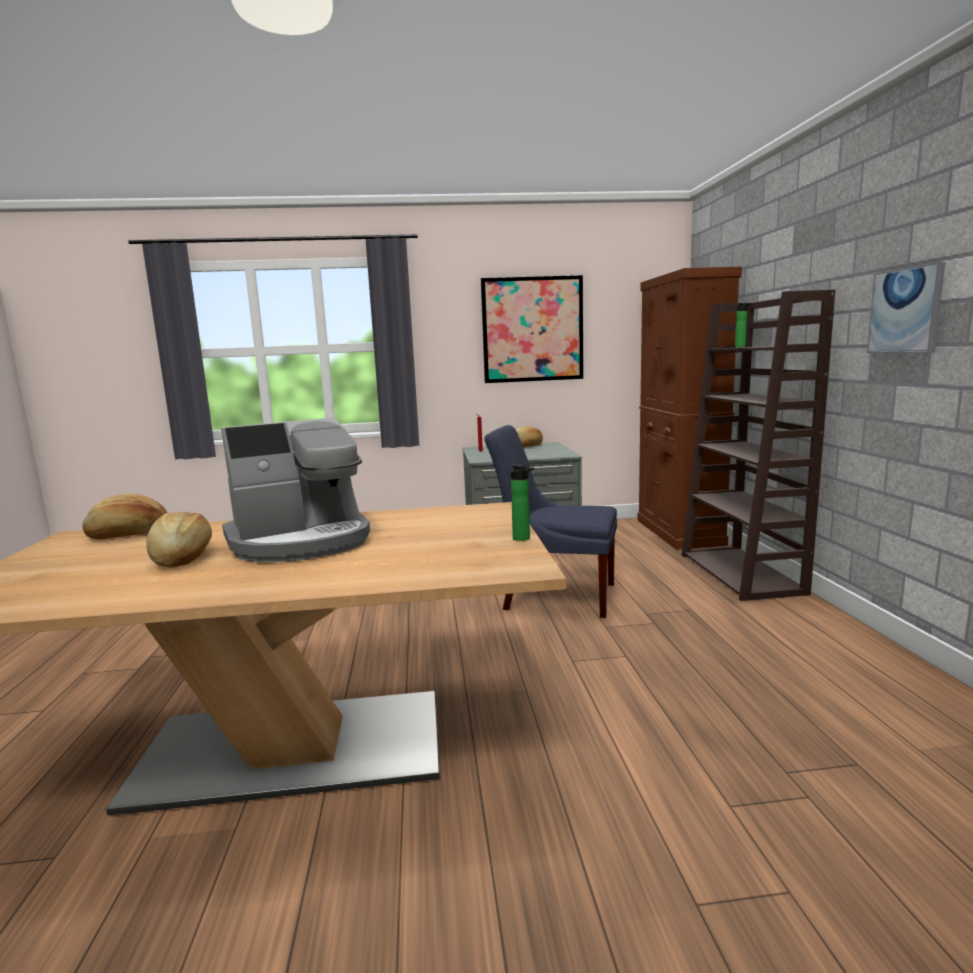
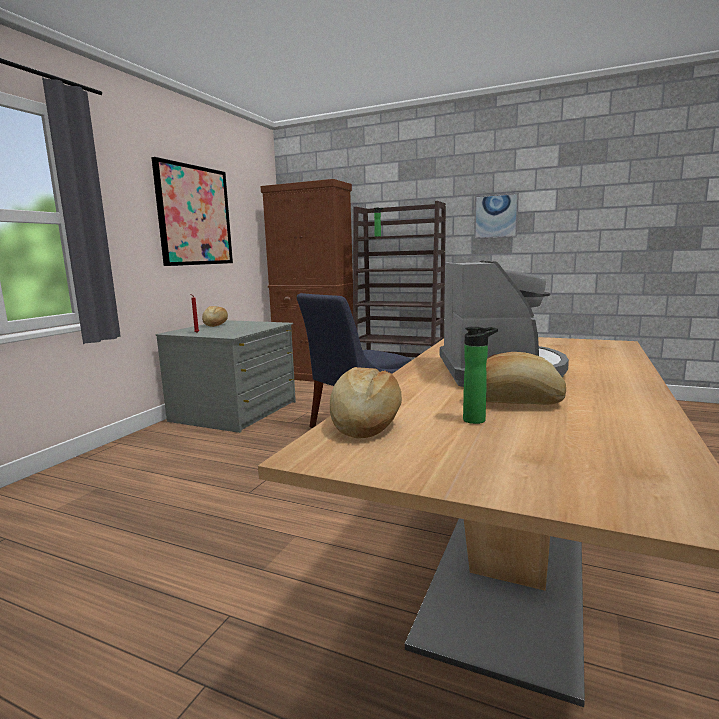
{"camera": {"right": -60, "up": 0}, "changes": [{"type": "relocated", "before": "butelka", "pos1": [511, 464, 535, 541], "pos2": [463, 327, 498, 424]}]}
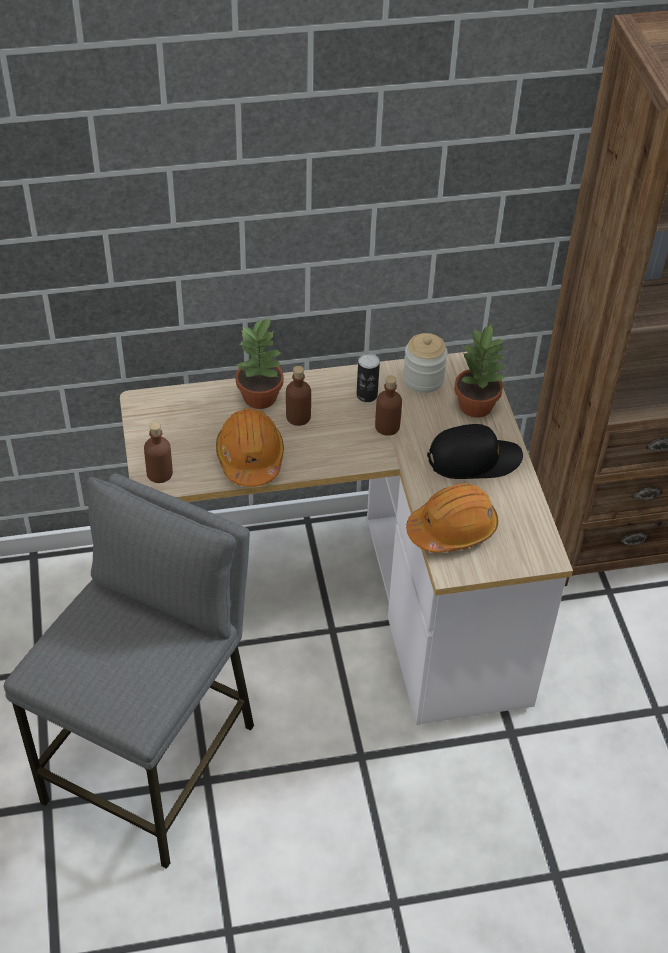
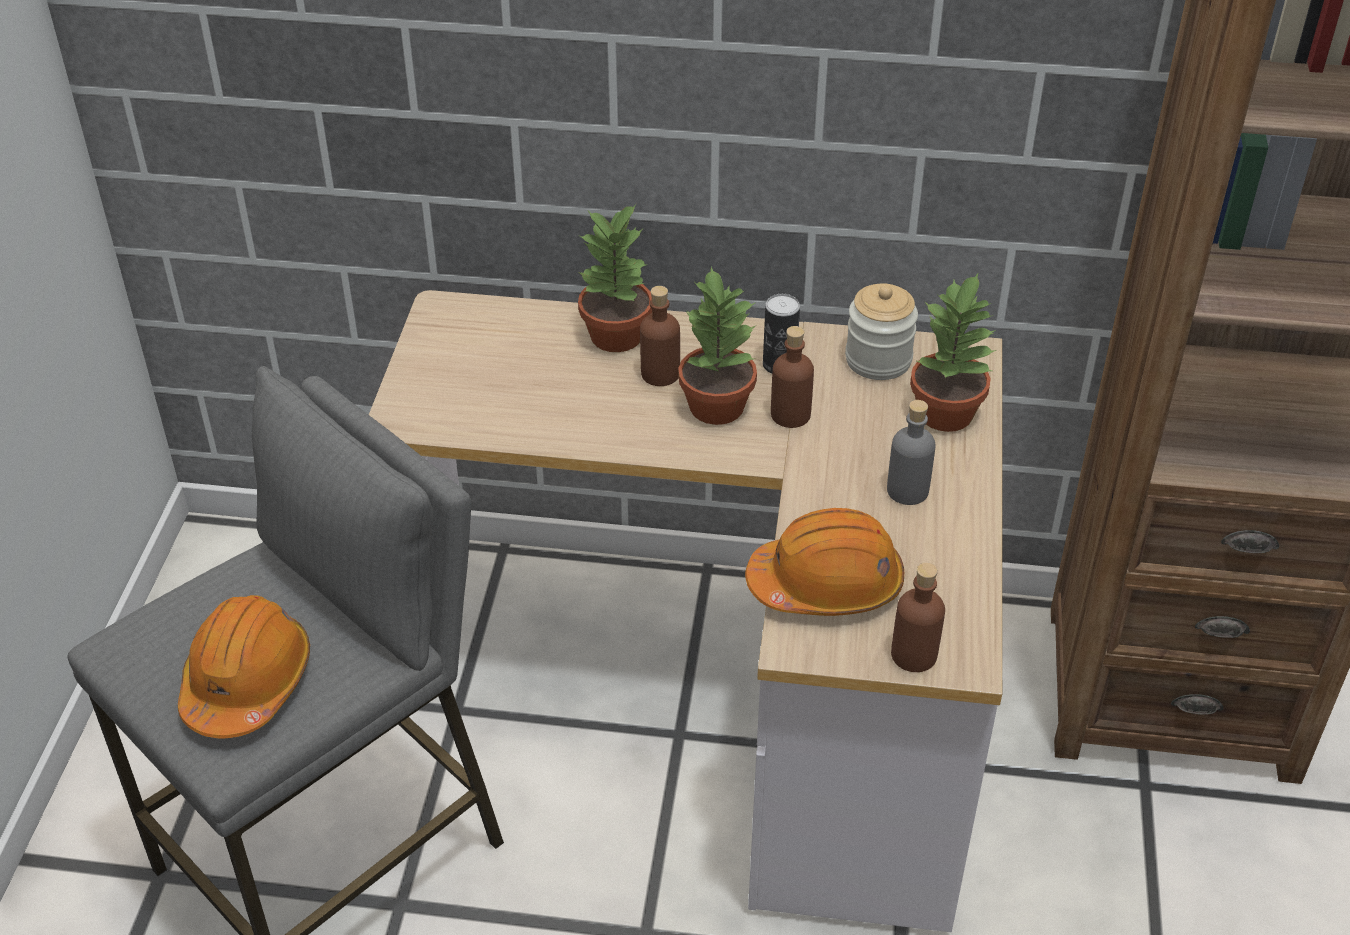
{"camera": {"right": 20, "up": -5}, "changes": [{"type": "relocated", "before": "kask/pomarańczowy", "pos1": [216, 408, 284, 487], "pos2": [178, 595, 310, 739]}, {"type": "relocated", "before": "butelka/brązowy", "pos1": [144, 422, 173, 483], "pos2": [891, 563, 945, 672]}, {"type": "exchanged", "before": "czapka z daszkiem/czarny", "after": "butelka/szary", "pos1": [427, 424, 523, 479], "pos2": [887, 400, 936, 505]}, {"type": "appeared", "after": "roślina doniczkowa", "pos2": [678, 267, 757, 425]}]}
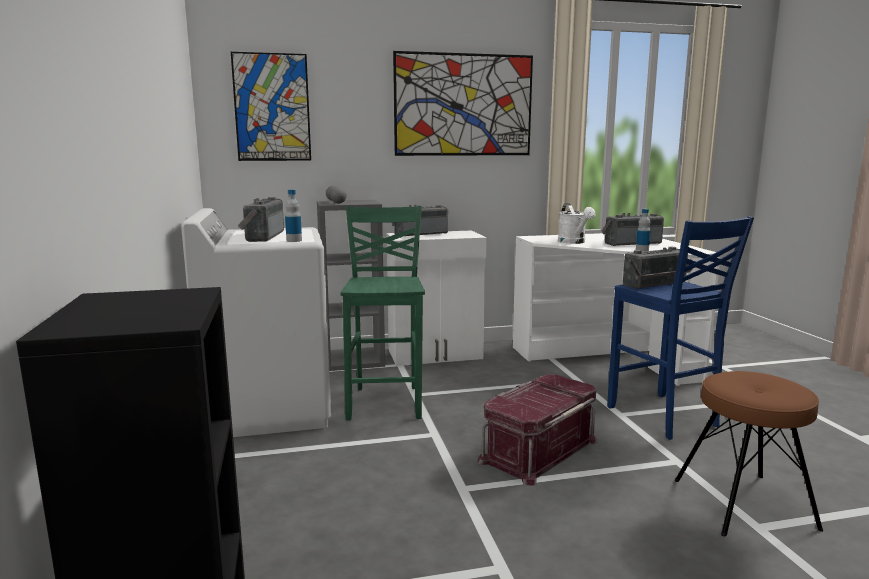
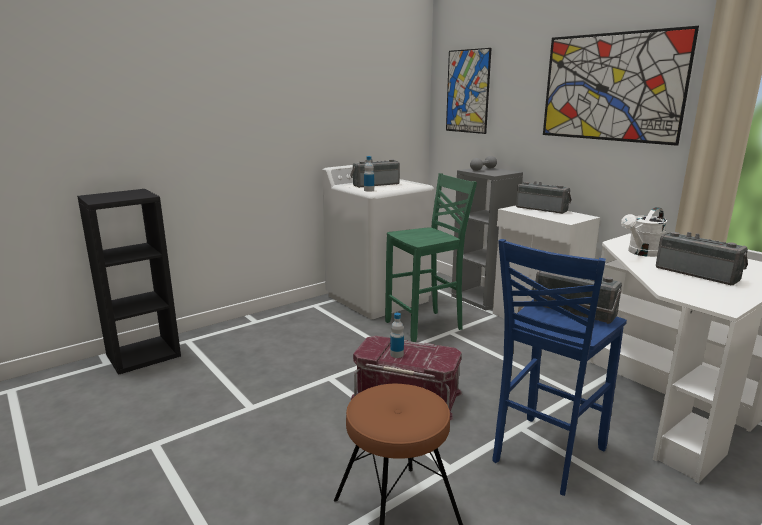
{"camera": {"right": 65, "up": 5}, "changes": [{"type": "relocated", "before": "butelka", "pos1": [636, 209, 651, 252], "pos2": [390, 313, 404, 358]}]}
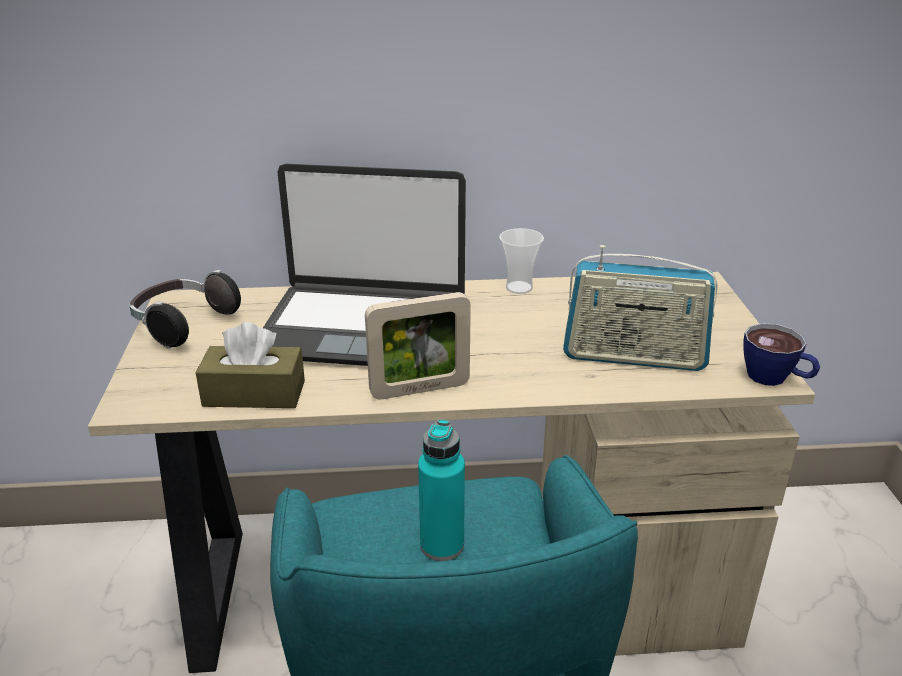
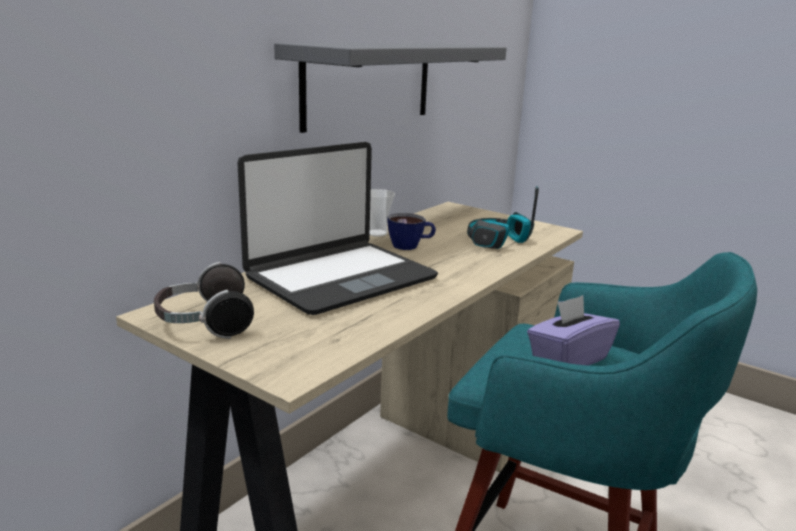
{"camera": {"right": -50, "up": -10}, "changes": [{"type": "exchanged", "before": "radio", "after": "słuchawki", "pos1": [563, 245, 718, 371], "pos2": [467, 186, 539, 249]}, {"type": "missing", "before": "ramka na zdjęcie", "pos1": [365, 292, 471, 400]}, {"type": "missing", "before": "pudełko chusteczek/brązowy", "pos1": [196, 322, 305, 408]}, {"type": "relocated", "before": "filiżanka", "pos1": [743, 323, 820, 386], "pos2": [387, 213, 436, 250]}, {"type": "exchanged", "before": "butelka/turkusowy", "after": "pudełko chusteczek/fioletowy", "pos1": [418, 419, 465, 561], "pos2": [527, 295, 620, 365]}, {"type": "appeared", "after": "półka/szary", "pos2": [274, 43, 507, 133]}]}
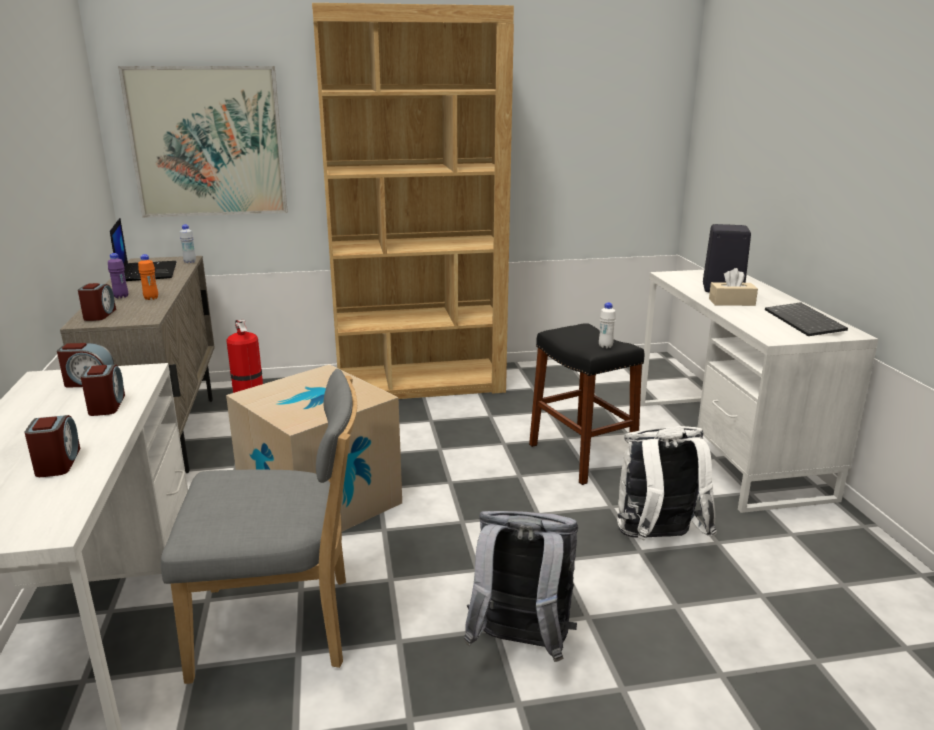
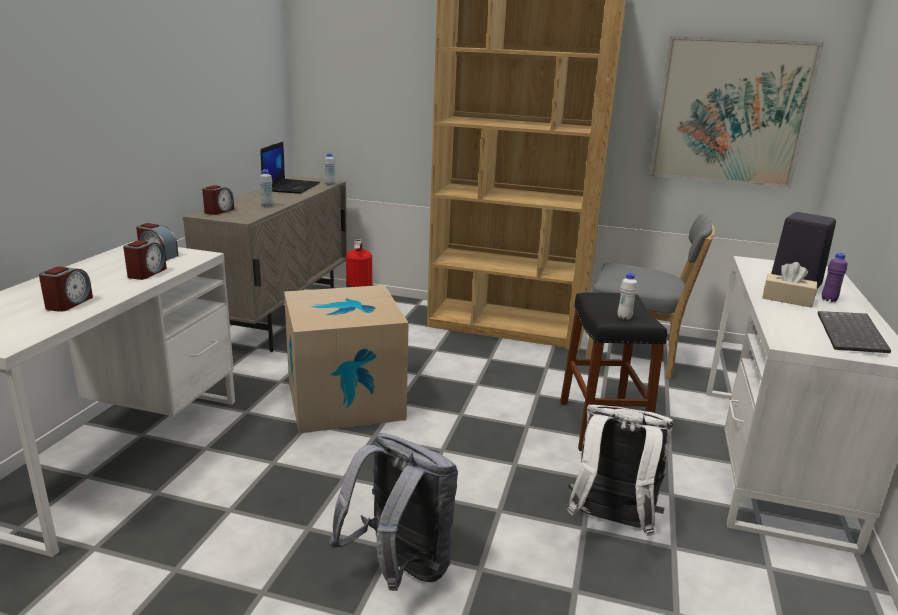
{"camera": {"right": 25, "up": 0}, "changes": [{"type": "relocated", "before": "obraz", "pos1": [118, 66, 288, 218], "pos2": [649, 36, 824, 188]}, {"type": "relocated", "before": "butelka/fioletowy", "pos1": [108, 253, 128, 298], "pos2": [822, 253, 848, 302]}, {"type": "colour", "before": "butelka/pomarańczowy", "after": "butelka/biały", "pos1": [138, 254, 158, 300], "pos2": [260, 169, 273, 207]}, {"type": "relocated", "before": "krzesło/szary", "pos1": [161, 369, 357, 684], "pos2": [585, 214, 715, 379]}]}
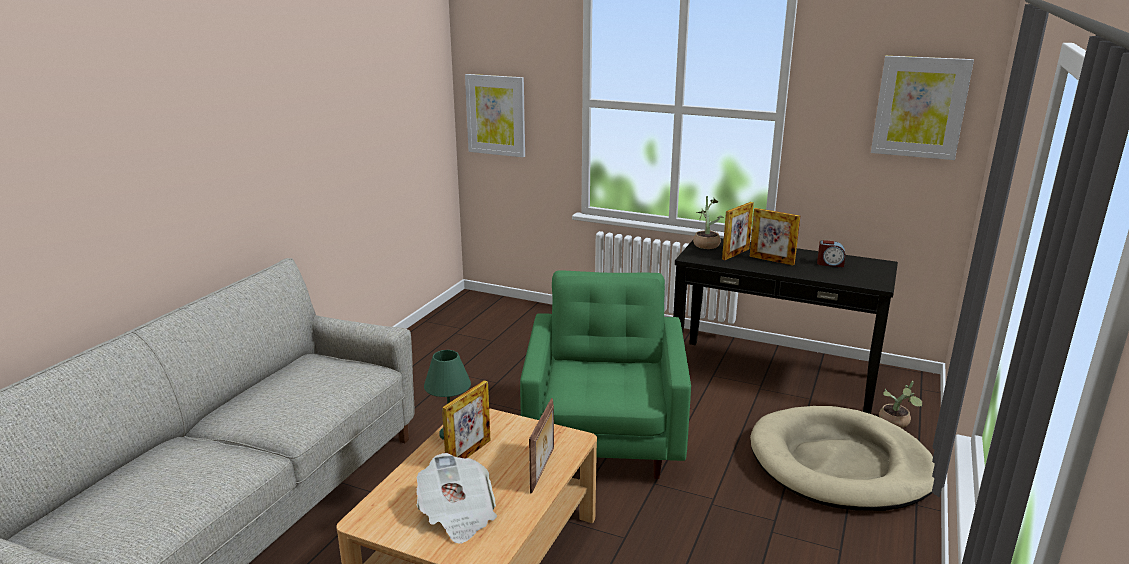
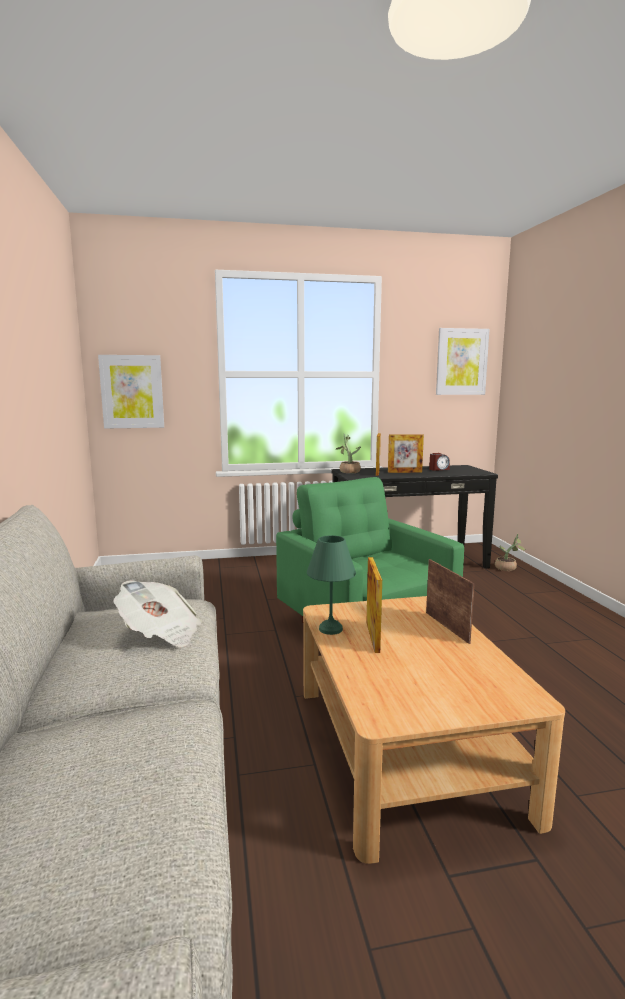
{"camera": {"right": -35, "up": -10}, "changes": [{"type": "missing", "before": "legowisko/beżowy", "pos1": [750, 406, 935, 511]}, {"type": "relocated", "before": "gazeta", "pos1": [416, 453, 497, 544], "pos2": [114, 580, 202, 647]}]}
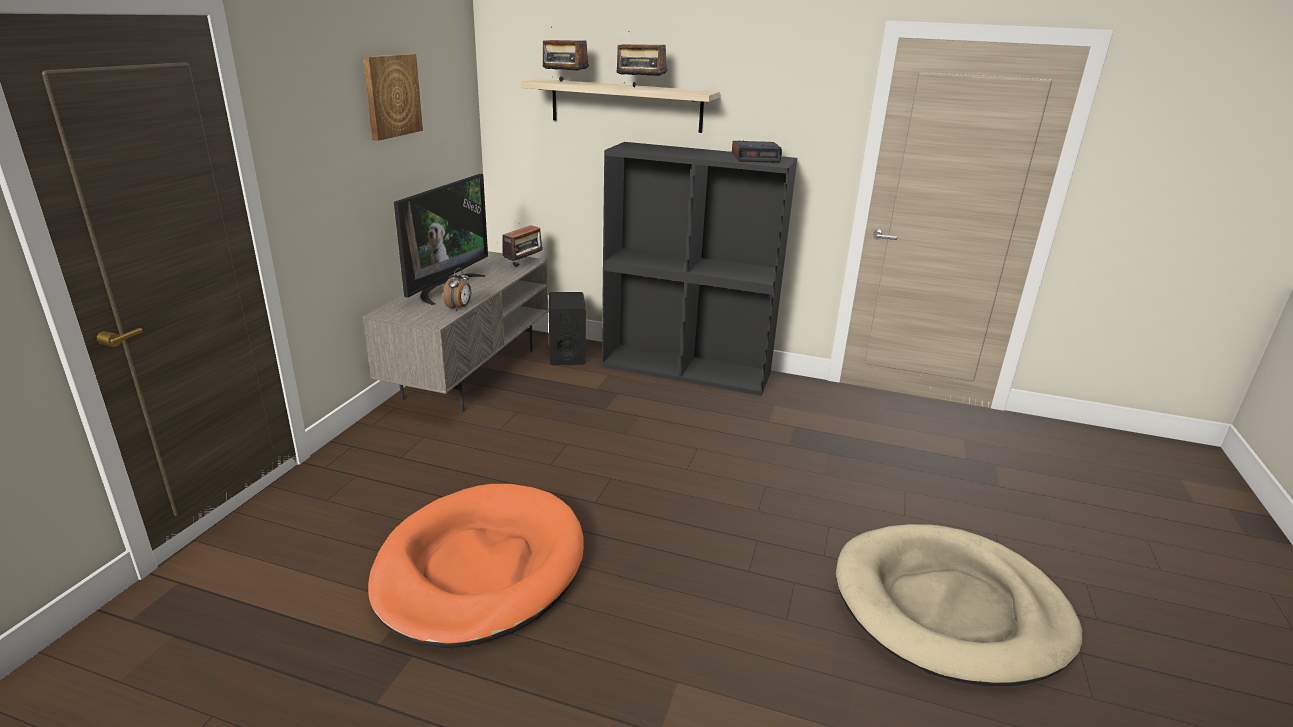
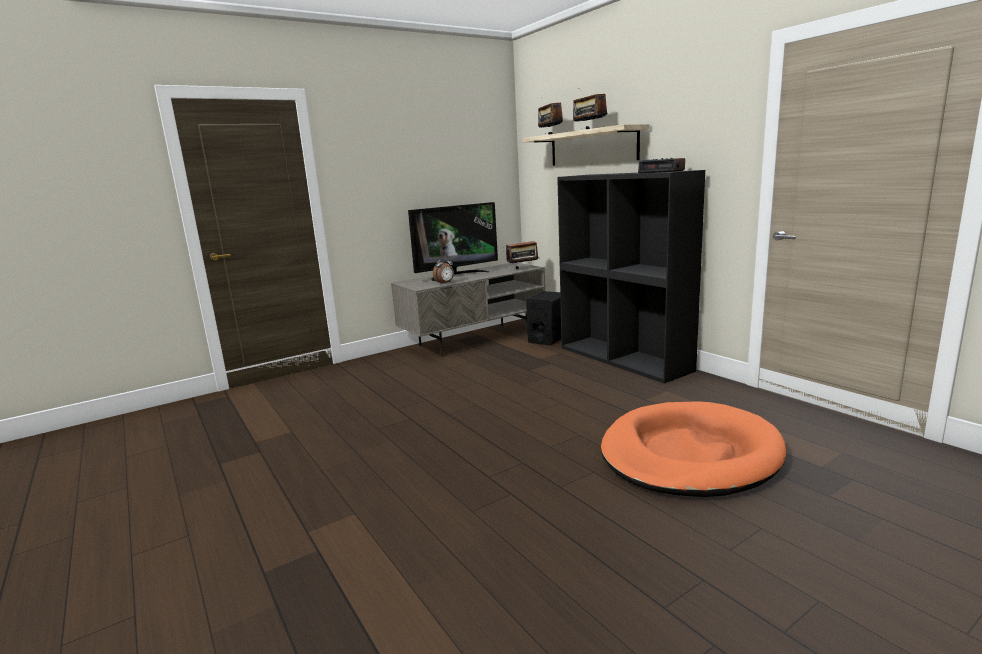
{"camera": {"right": 40, "up": -10}, "changes": [{"type": "missing", "before": "obraz", "pos1": [363, 53, 423, 141]}, {"type": "relocated", "before": "legowisko/pomarańczowy", "pos1": [368, 484, 584, 648], "pos2": [601, 402, 786, 497]}, {"type": "missing", "before": "legowisko/beżowy", "pos1": [836, 524, 1083, 686]}]}
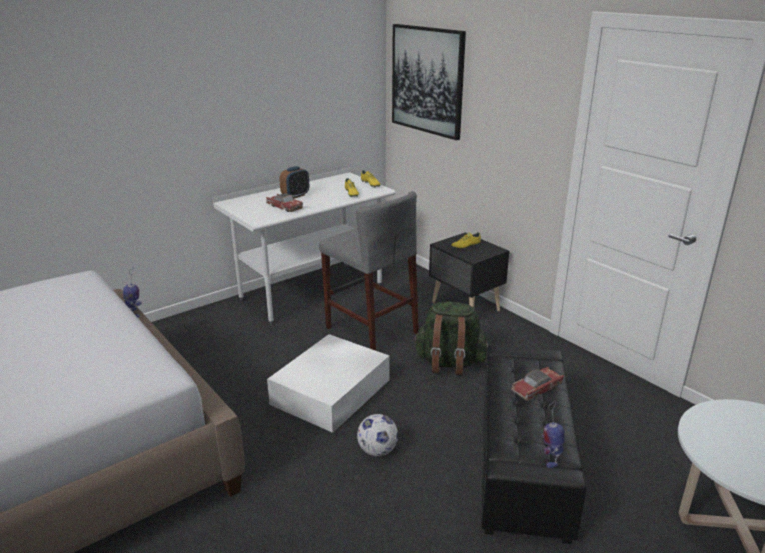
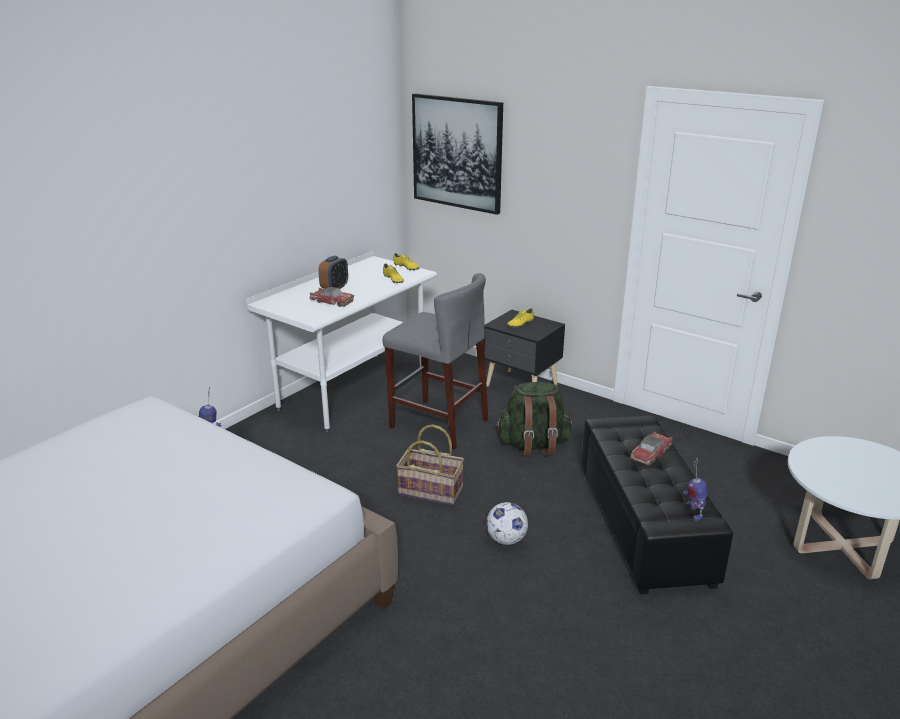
{"camera": {"right": -15, "up": 0}, "changes": [{"type": "exchanged", "before": "pojemnik do przechowywania/biały", "after": "koszyk", "pos1": [267, 334, 390, 433], "pos2": [396, 424, 464, 505]}]}
